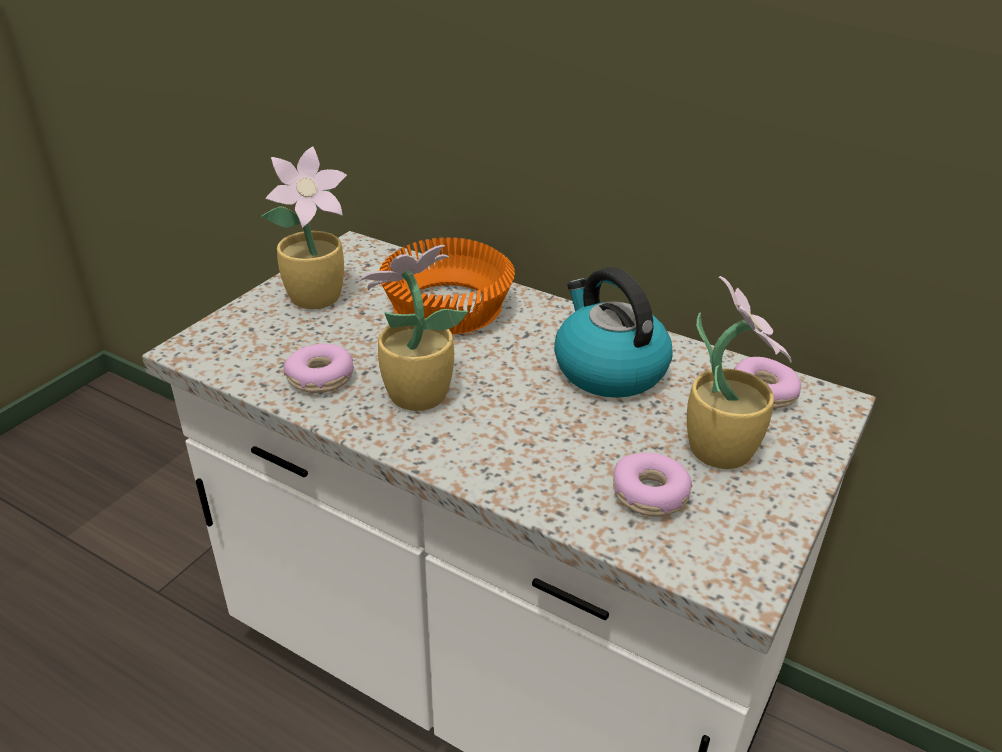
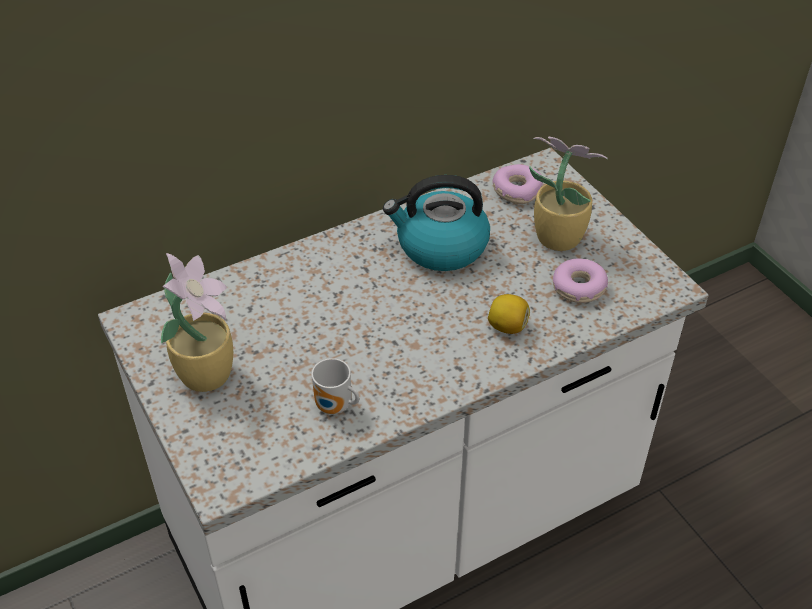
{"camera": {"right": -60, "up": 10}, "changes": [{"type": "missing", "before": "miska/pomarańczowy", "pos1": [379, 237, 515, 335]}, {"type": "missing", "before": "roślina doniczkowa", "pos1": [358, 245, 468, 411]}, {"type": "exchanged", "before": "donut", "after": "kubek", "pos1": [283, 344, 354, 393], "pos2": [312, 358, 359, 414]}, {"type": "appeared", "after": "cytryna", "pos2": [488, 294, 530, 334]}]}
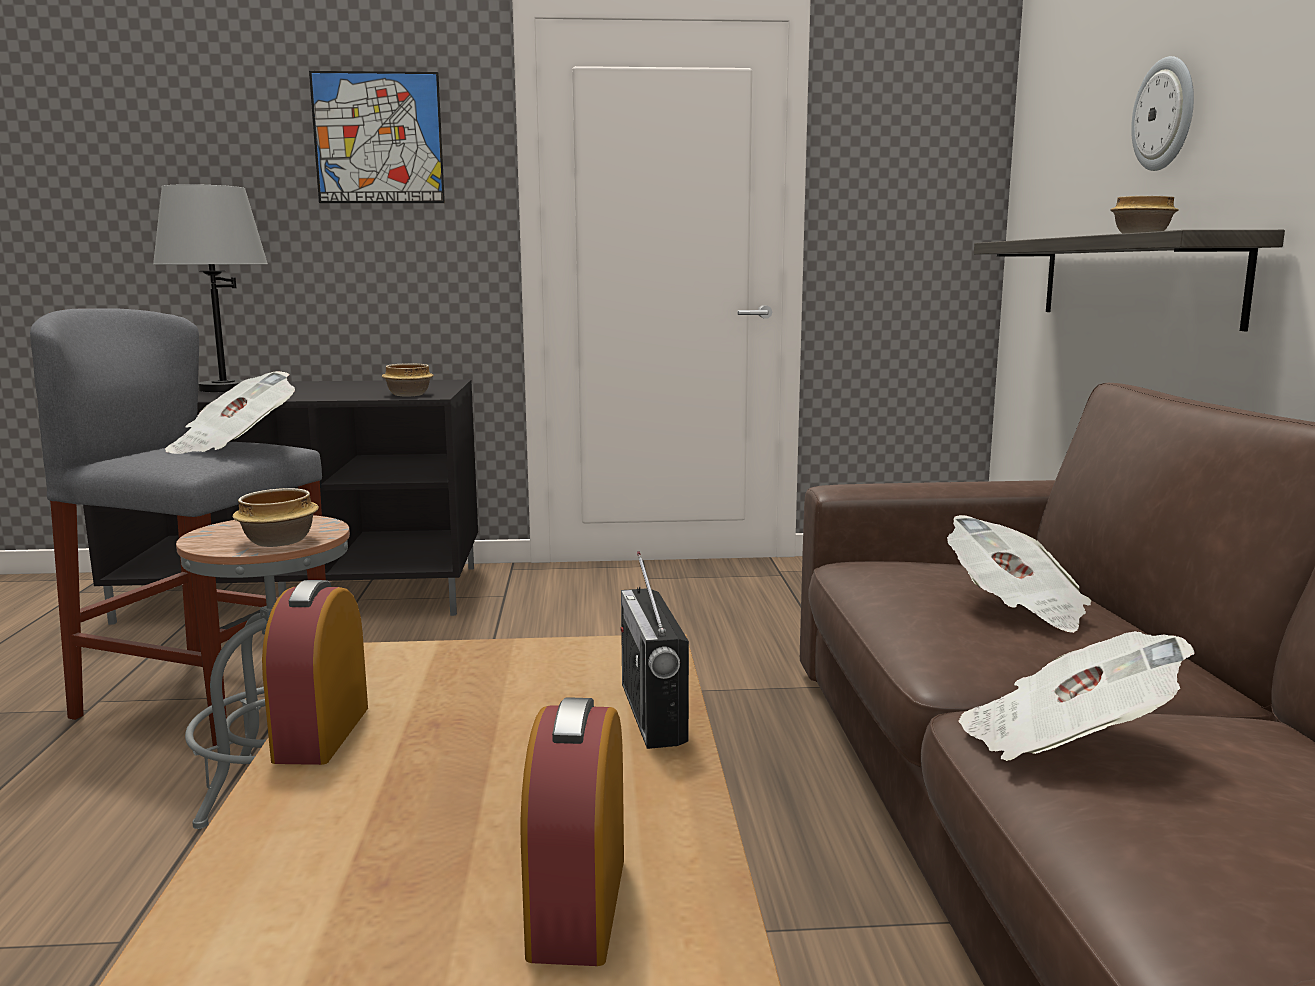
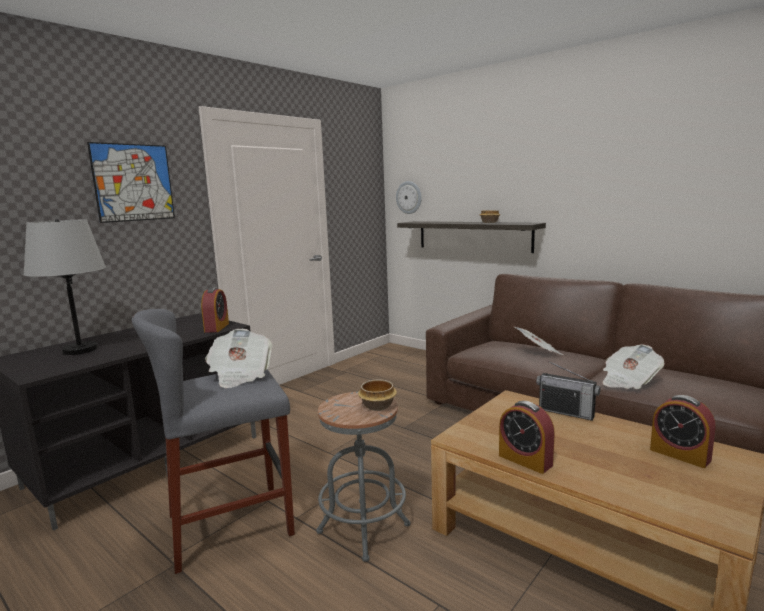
{"camera": {"right": -45, "up": 0}, "changes": [{"type": "relocated", "before": "zegar ścienny", "pos1": [1131, 56, 1194, 171], "pos2": [396, 181, 422, 214]}, {"type": "exchanged", "before": "miska", "after": "budzik", "pos1": [382, 363, 434, 396], "pos2": [201, 287, 229, 333]}]}
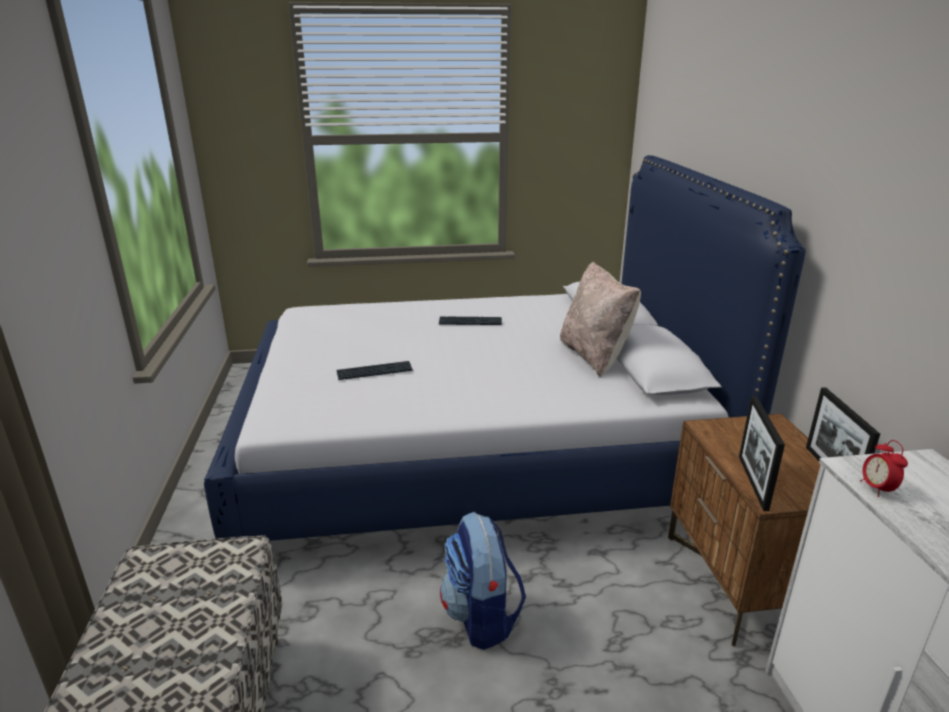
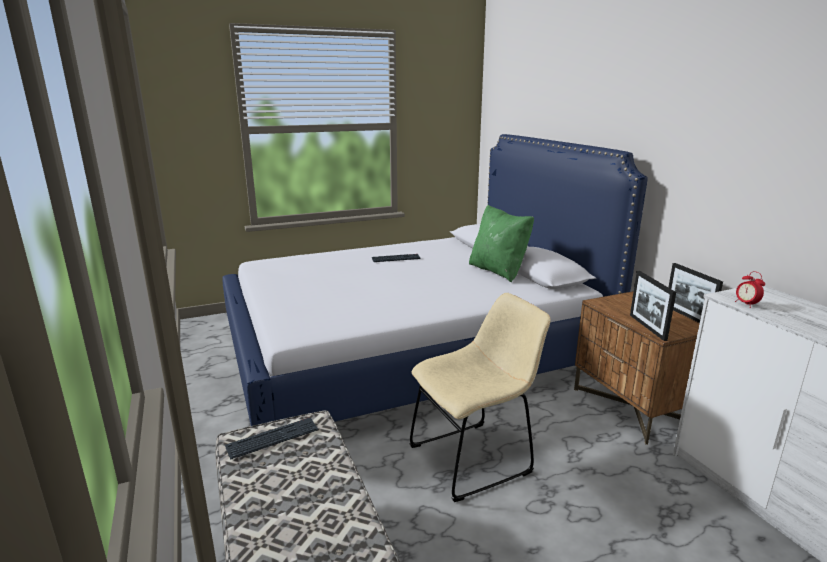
{"camera": {"right": -15, "up": -5}, "changes": [{"type": "colour", "before": "poduszka/beżowy", "after": "poduszka/zielony", "pos1": [560, 262, 641, 377], "pos2": [469, 205, 534, 283]}, {"type": "relocated", "before": "klawiatura", "pos1": [337, 361, 413, 380], "pos2": [225, 417, 318, 460]}, {"type": "exchanged", "before": "plecak", "after": "krzesło/beżowy", "pos1": [440, 512, 526, 650], "pos2": [410, 293, 551, 502]}]}
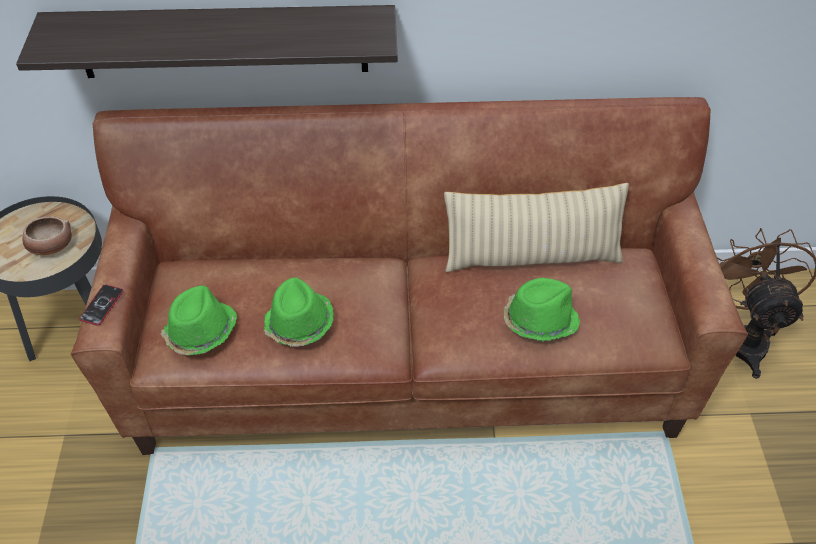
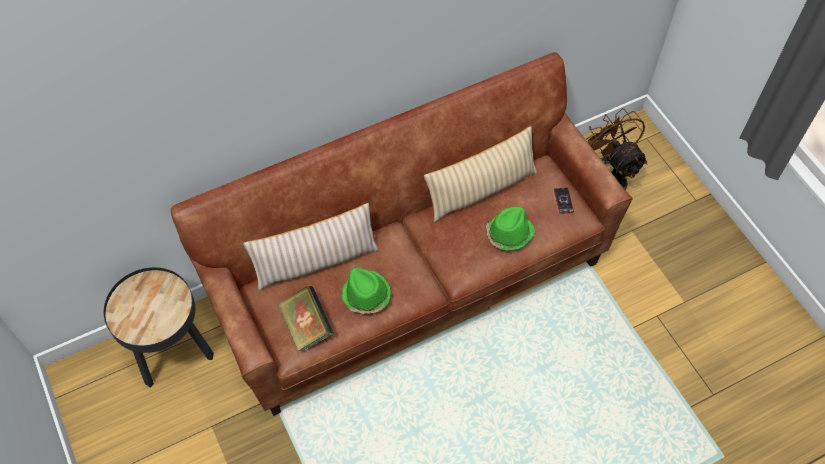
{"camera": {"right": -25, "up": 10}, "changes": [{"type": "missing", "before": "półka", "pos1": [16, 5, 398, 78]}, {"type": "missing", "before": "miska", "pos1": [22, 217, 72, 255]}, {"type": "relocated", "before": "telefon", "pos1": [79, 284, 123, 326], "pos2": [554, 187, 574, 214]}, {"type": "exchanged", "before": "kapelusz/zielony", "after": "książka", "pos1": [160, 285, 237, 355], "pos2": [278, 286, 334, 351]}, {"type": "appeared", "after": "poduszka/beżowy", "pos2": [243, 203, 379, 290]}]}
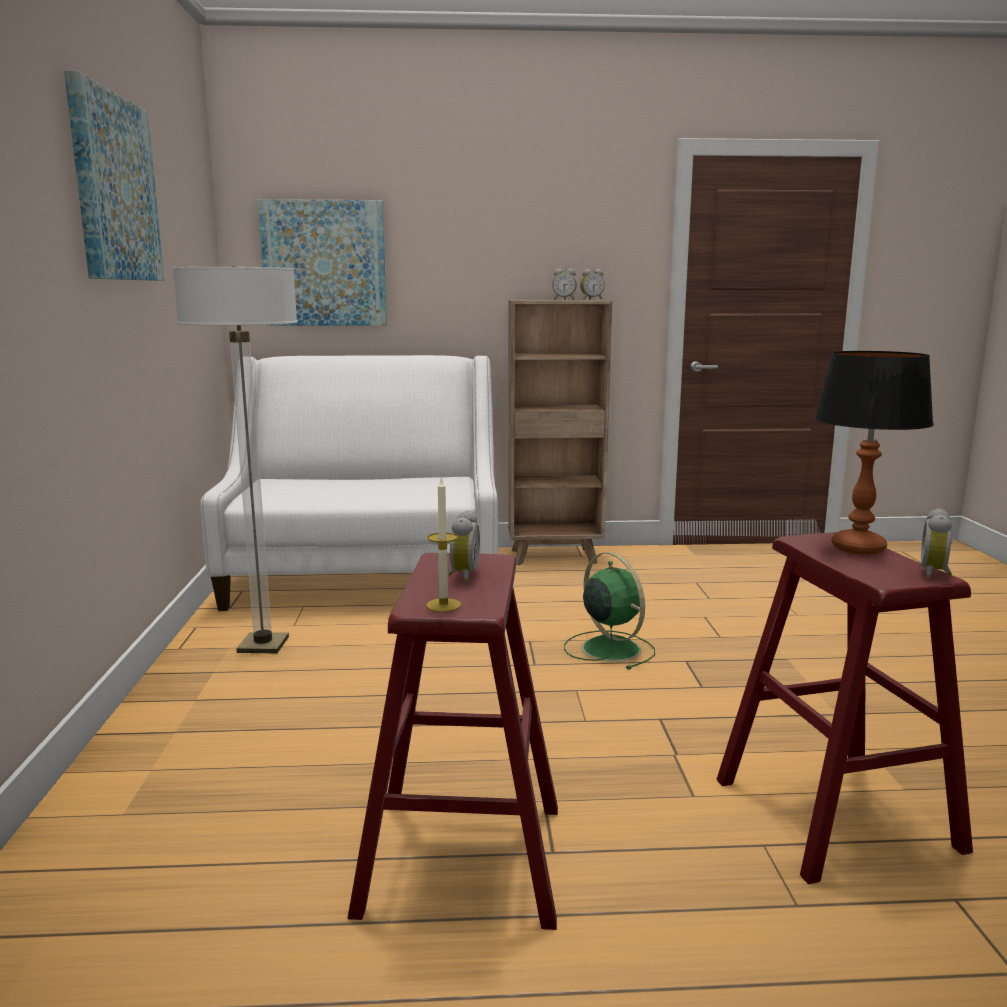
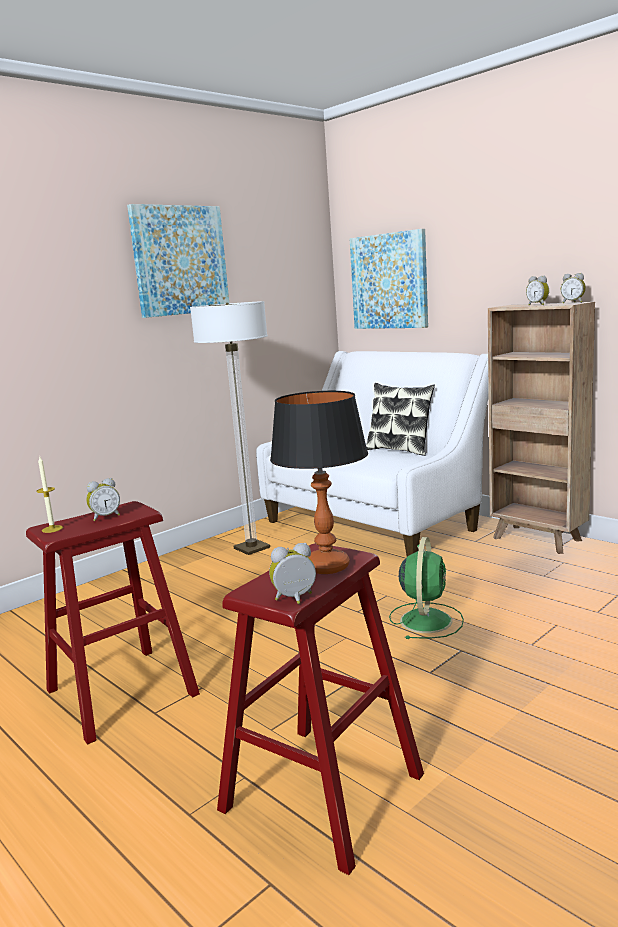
{"camera": {"right": 50, "up": 0}, "changes": [{"type": "appeared", "after": "poduszka", "pos2": [366, 383, 435, 456]}]}
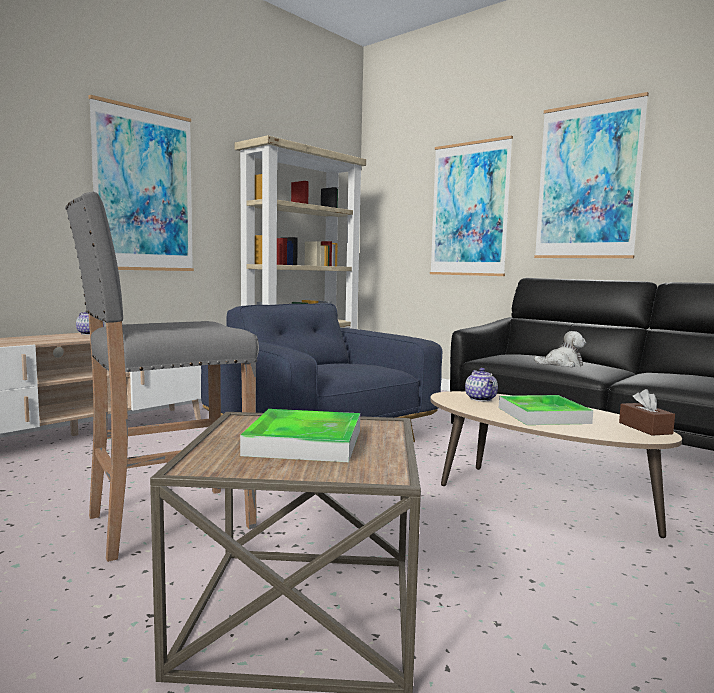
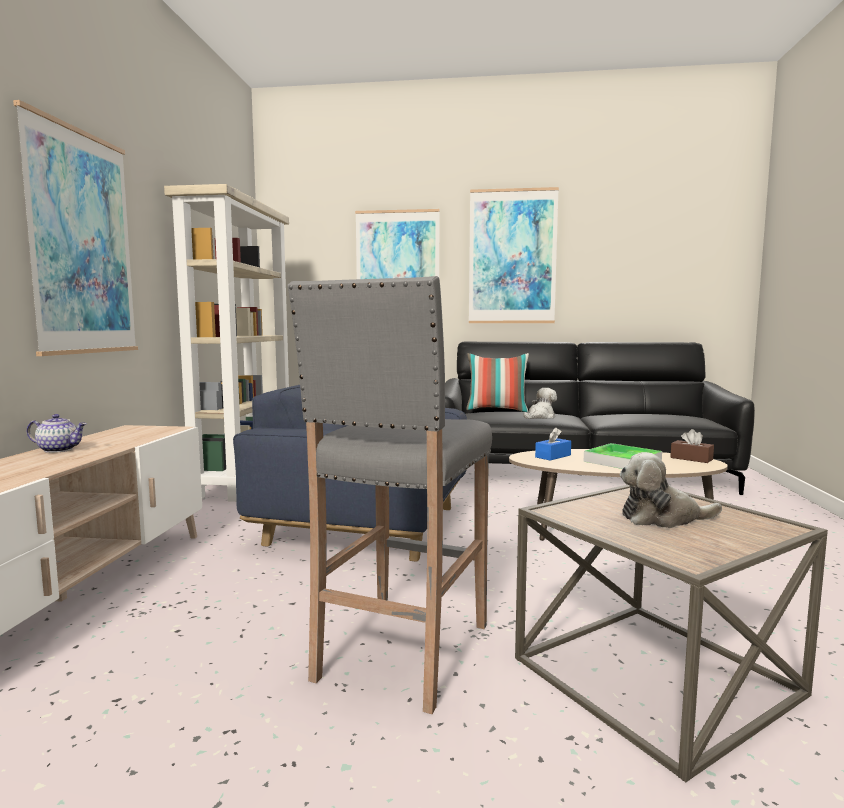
{"camera": {"right": -35, "up": 0}, "changes": [{"type": "exchanged", "before": "imbryk", "after": "pudełko chusteczek/niebieski", "pos1": [465, 368, 498, 401], "pos2": [535, 427, 571, 461]}, {"type": "exchanged", "before": "taca", "after": "pluszak", "pos1": [240, 409, 360, 462], "pos2": [619, 452, 722, 528]}, {"type": "appeared", "after": "poduszka", "pos2": [466, 353, 529, 412]}]}
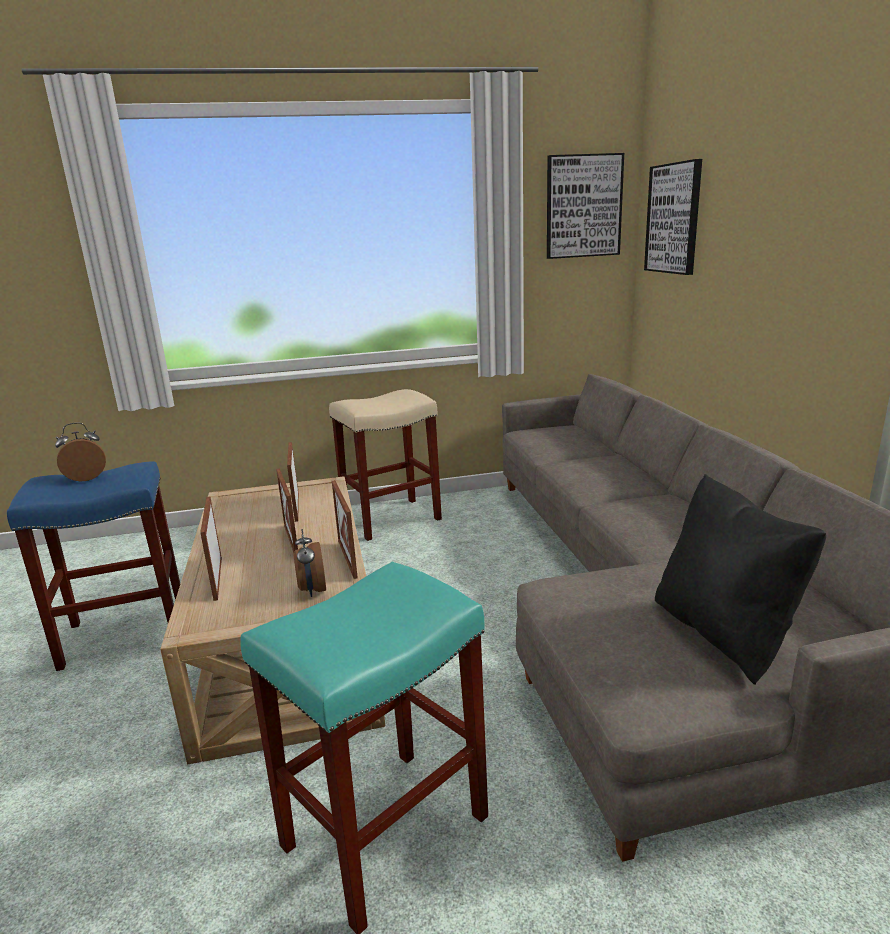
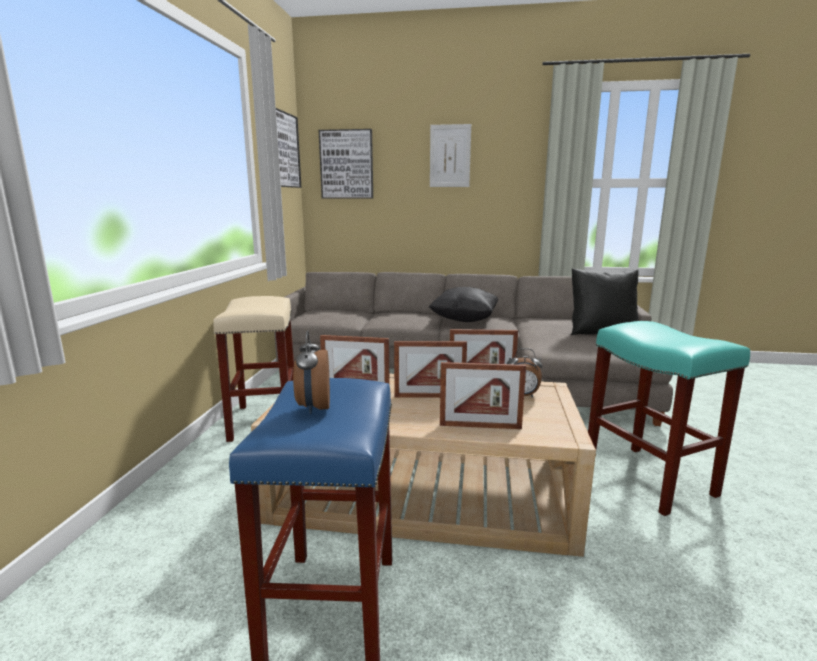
{"camera": {"right": -70, "up": -5}, "changes": [{"type": "appeared", "after": "obraz", "pos2": [430, 124, 471, 187]}, {"type": "appeared", "after": "poduszka/czarny", "pos2": [428, 287, 498, 322]}]}
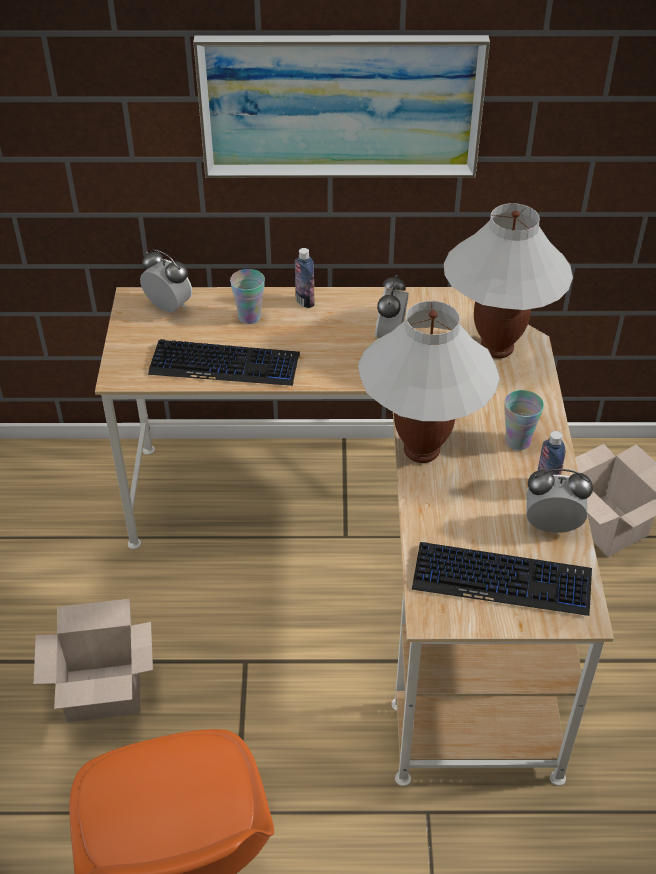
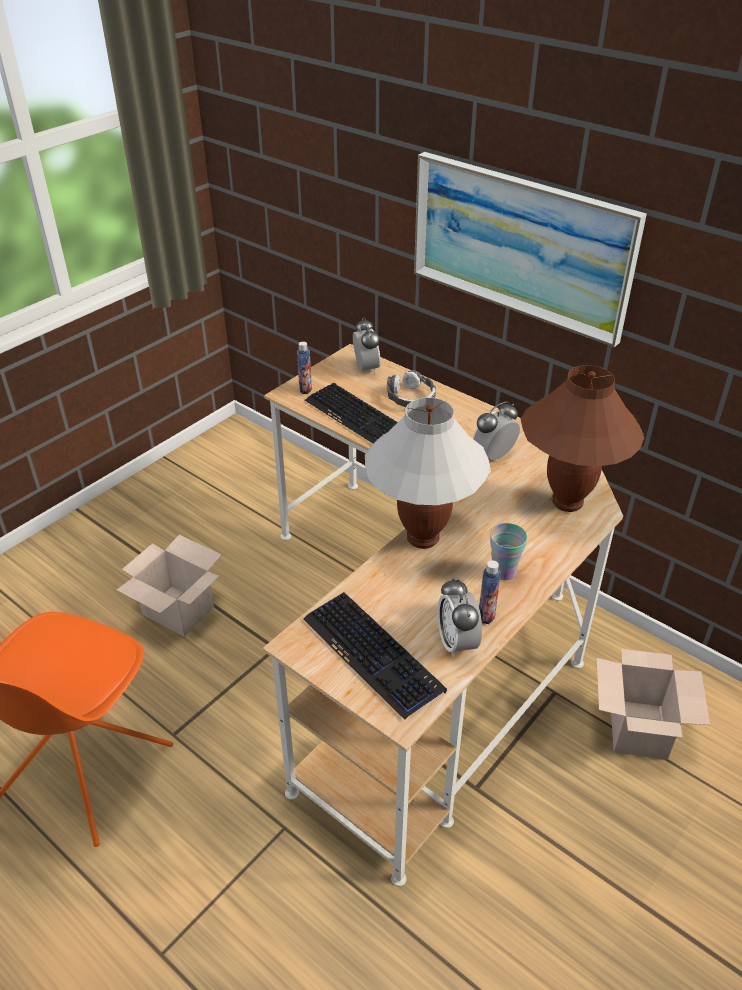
{"camera": {"right": 40, "up": -5}, "changes": [{"type": "colour", "before": "lampa stołowa/biały", "after": "lampa stołowa/brązowy", "pos1": [444, 203, 573, 359], "pos2": [521, 365, 645, 512]}, {"type": "relocated", "before": "butelka", "pos1": [295, 248, 314, 308], "pos2": [297, 342, 312, 394]}, {"type": "exchanged", "before": "filiżanka", "after": "słuchawki", "pos1": [230, 269, 265, 324], "pos2": [387, 370, 436, 407]}, {"type": "spun", "before": "budzik", "pos1": [527, 469, 593, 533], "pos2": [437, 577, 482, 658], "turn": -150}]}
